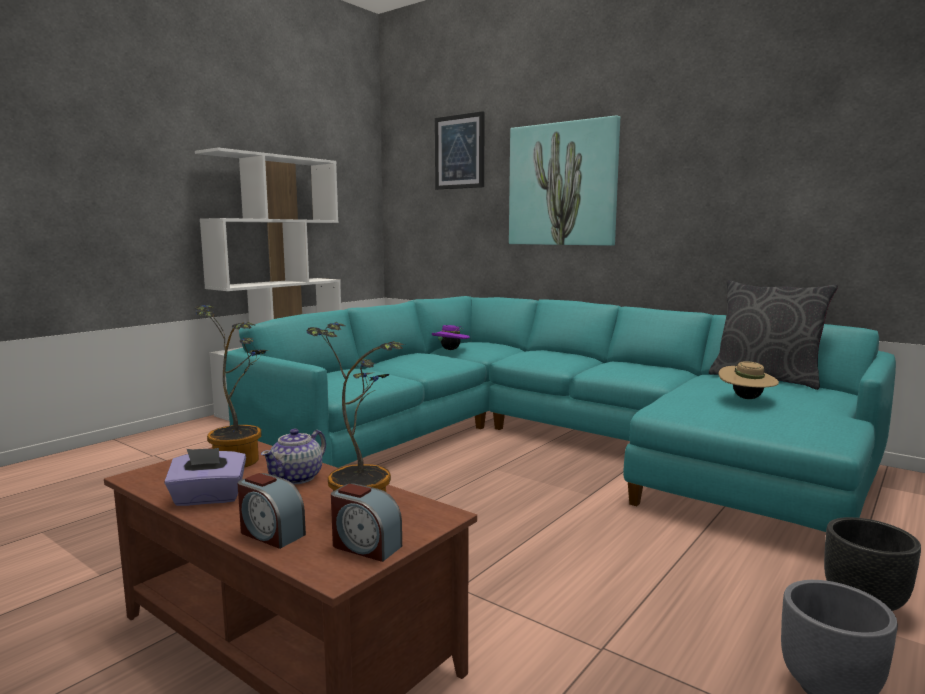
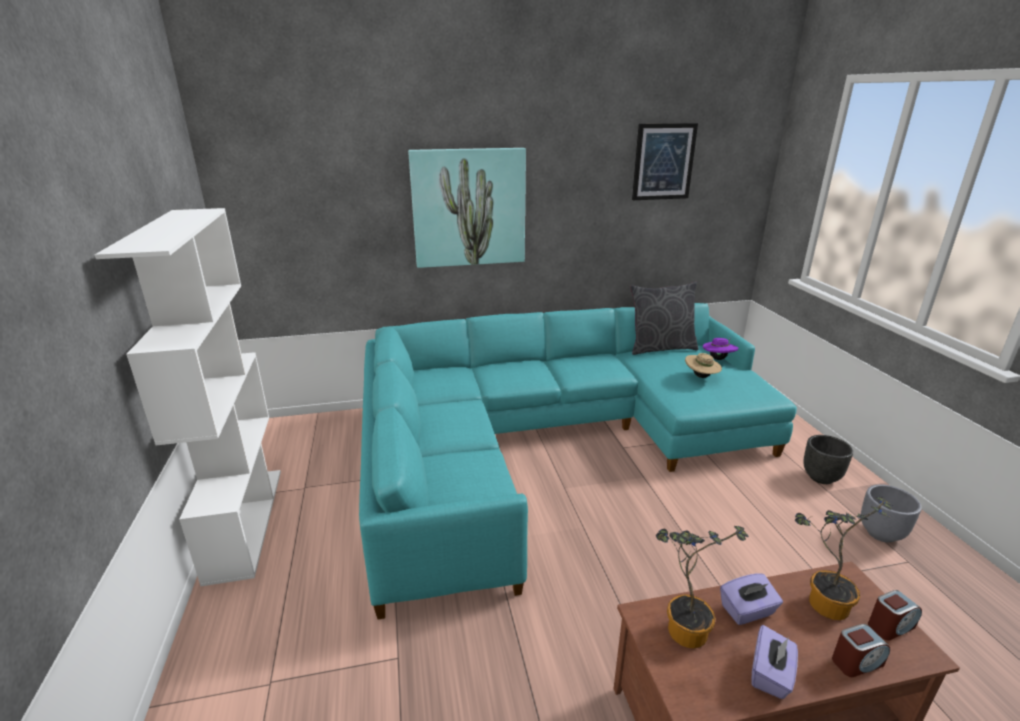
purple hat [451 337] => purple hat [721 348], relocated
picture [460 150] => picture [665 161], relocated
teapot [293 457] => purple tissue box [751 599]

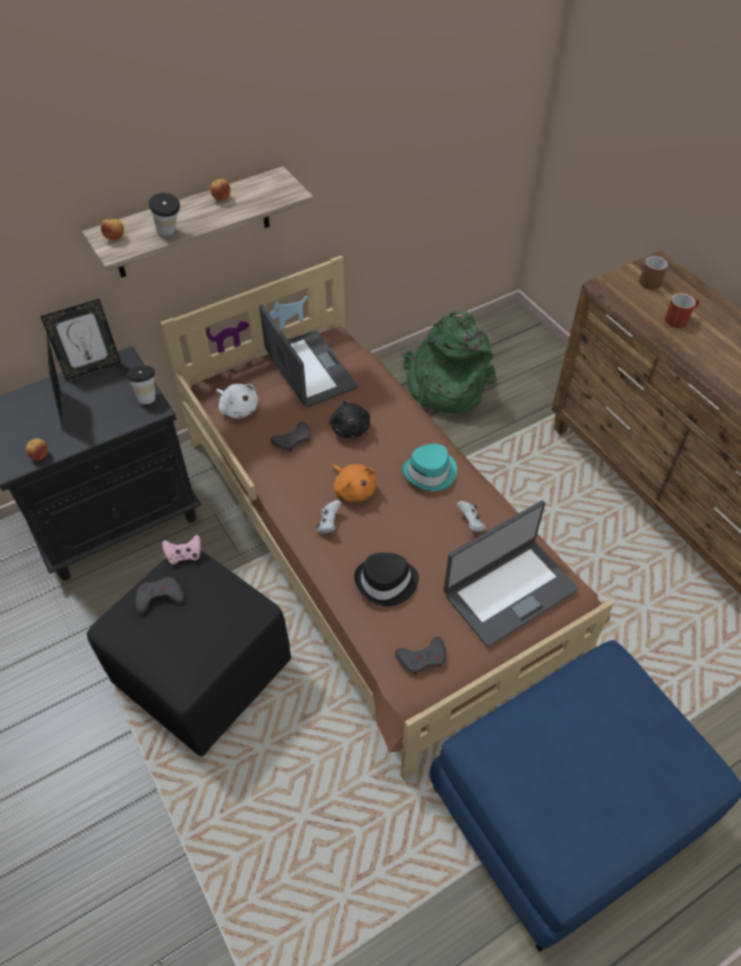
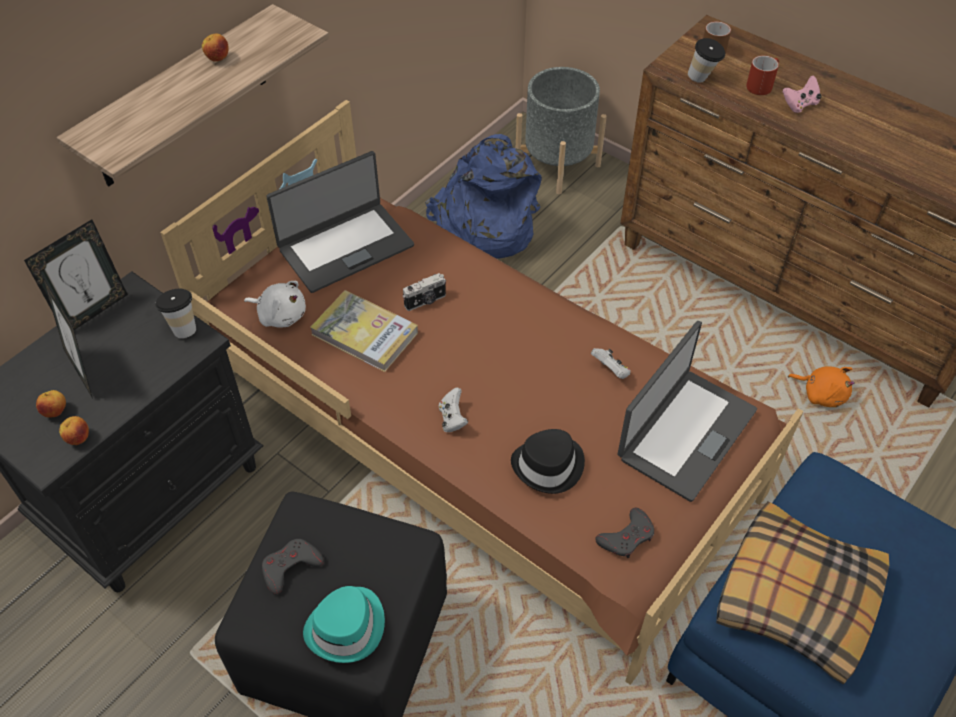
nothing => grey planter [561 130]
nothing => pillow [802 592]
apple [112 229] => apple [51 404], relocated
cup [164 214] => cup [706 60], relocated
pink game controller [181 549] => pink game controller [801 94], relocated
orange plush toy [355 483] => orange plush toy [821 386], relocated
turquoise hat [429 467] => turquoise hat [344 624], relocated
grey game controller [290 437] => book [364 331]
black plush toy [349 419] => photo camera [424 292]
green backpack [450 362] => blue backpack [483 196]
laptop [308 356] => laptop [340 222], 105 degrees clockwise

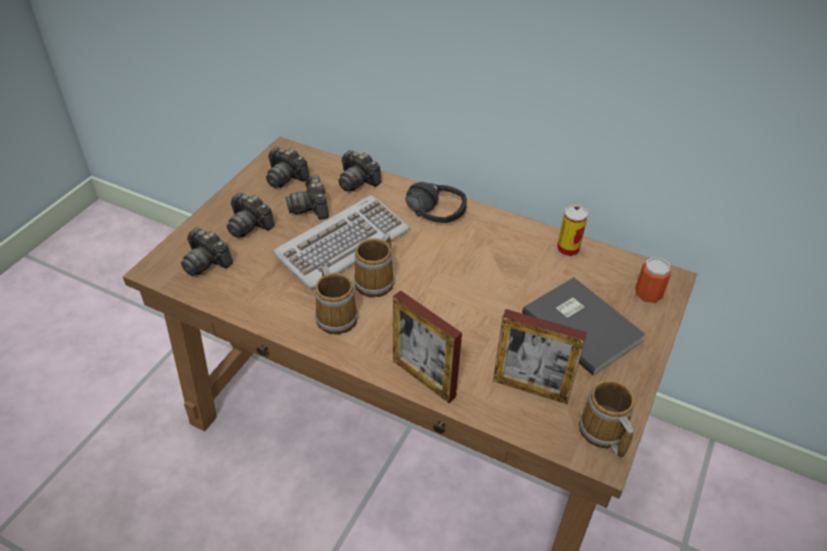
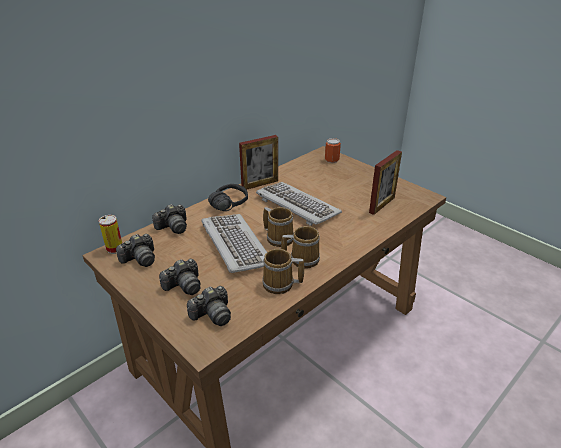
photo camera [307 197] => nothing
grey book [584 326] => nothing
nothing => keyboard [299 204]
picture frame [427 347] => picture frame [258 162], relocated
can [572 231] => can [110 234], relocated
mug [607 419] => mug [283 271], relocated

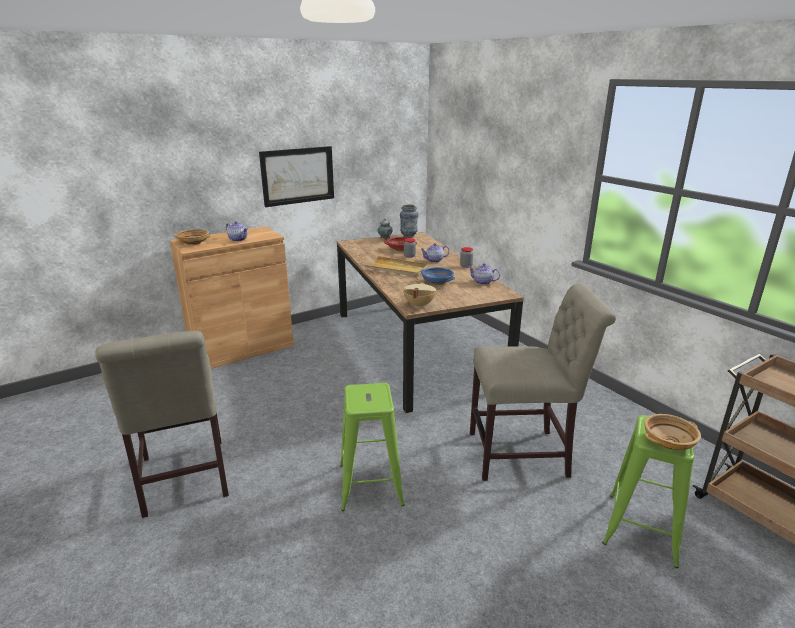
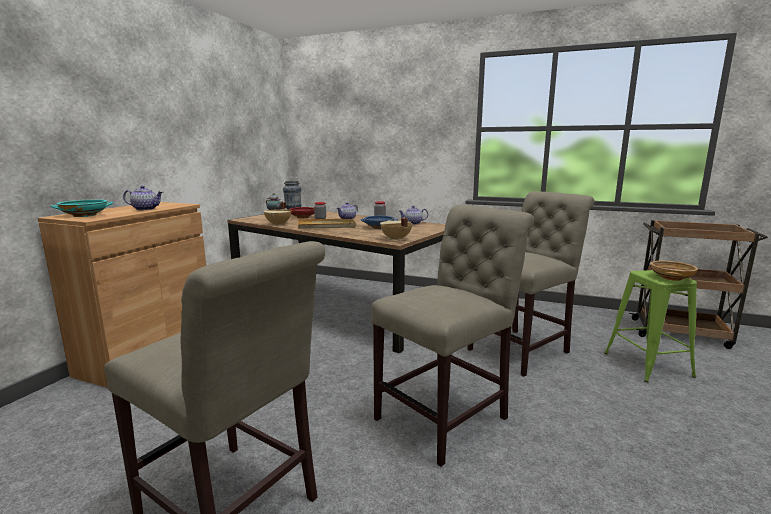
picture [296 176] => nothing
nothing => beige cooking pot [277 214]
green stool [372 447] => beige chair [452 336]
beige bowl [193 237] => turquoise bowl [82 208]

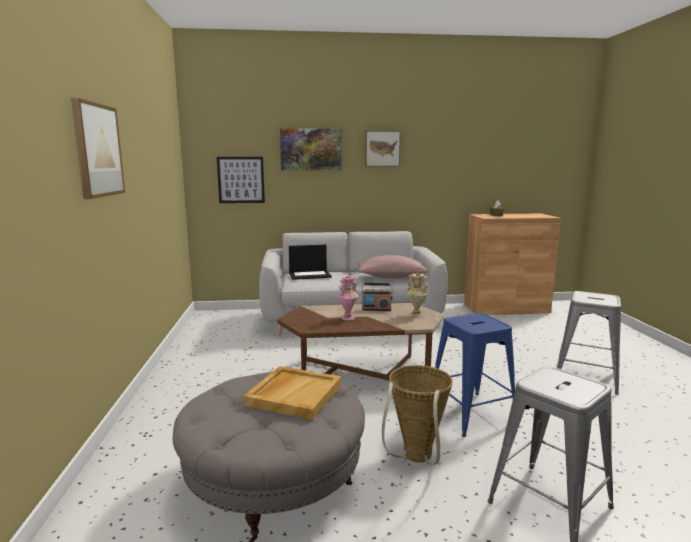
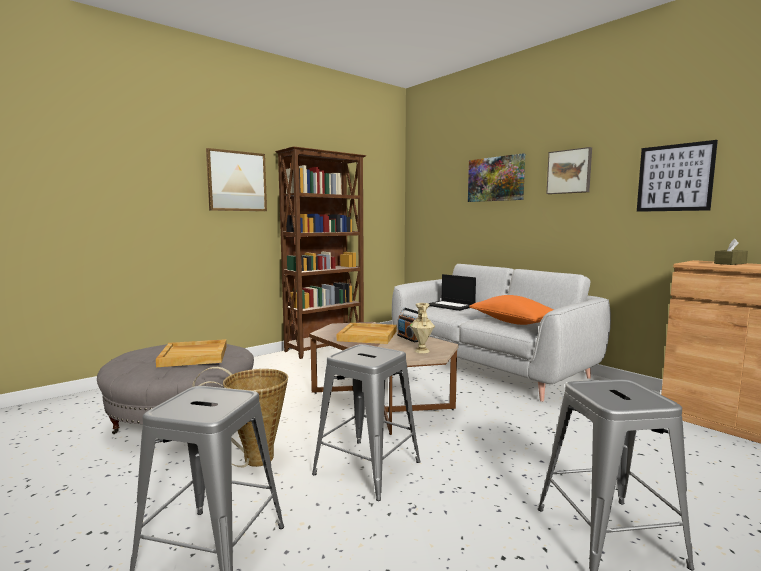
nothing => brown bookcase [321 252]
picture [241 180] => picture [677 176], relocated
pink vase [348 298] => beige tray [367 333]
pink pillow [392 266] => orange pillow [511 310]
blue stool [475 375] => grey stool [366 422]

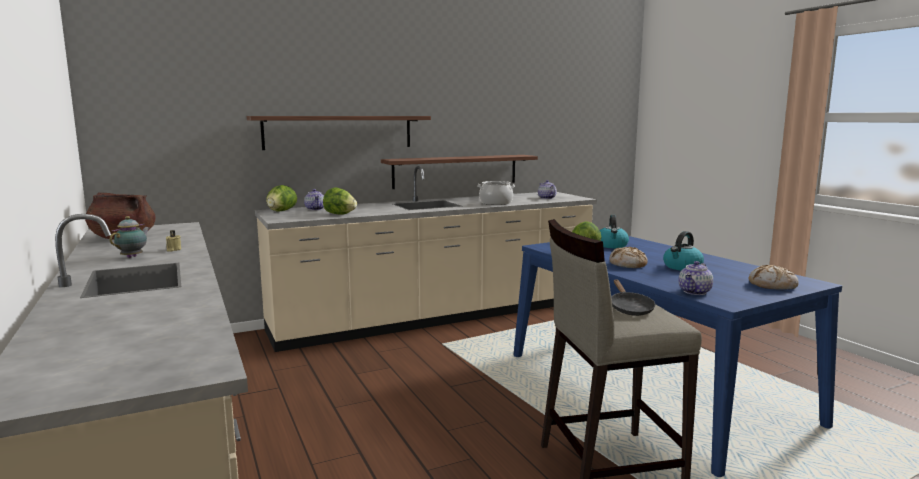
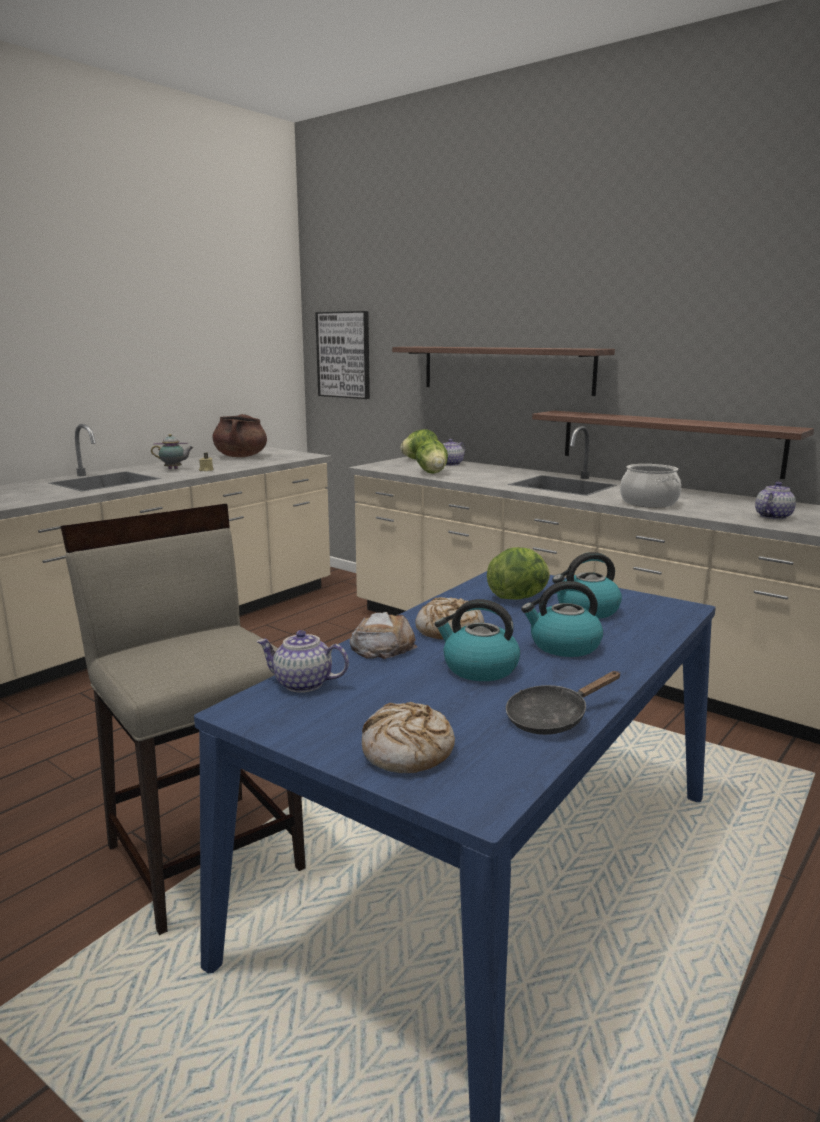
nothing => picture [342 355]
nothing => bread [383 635]
nothing => kettle [562 619]
black frying pan [633 297] => black frying pan [563 703], relocated

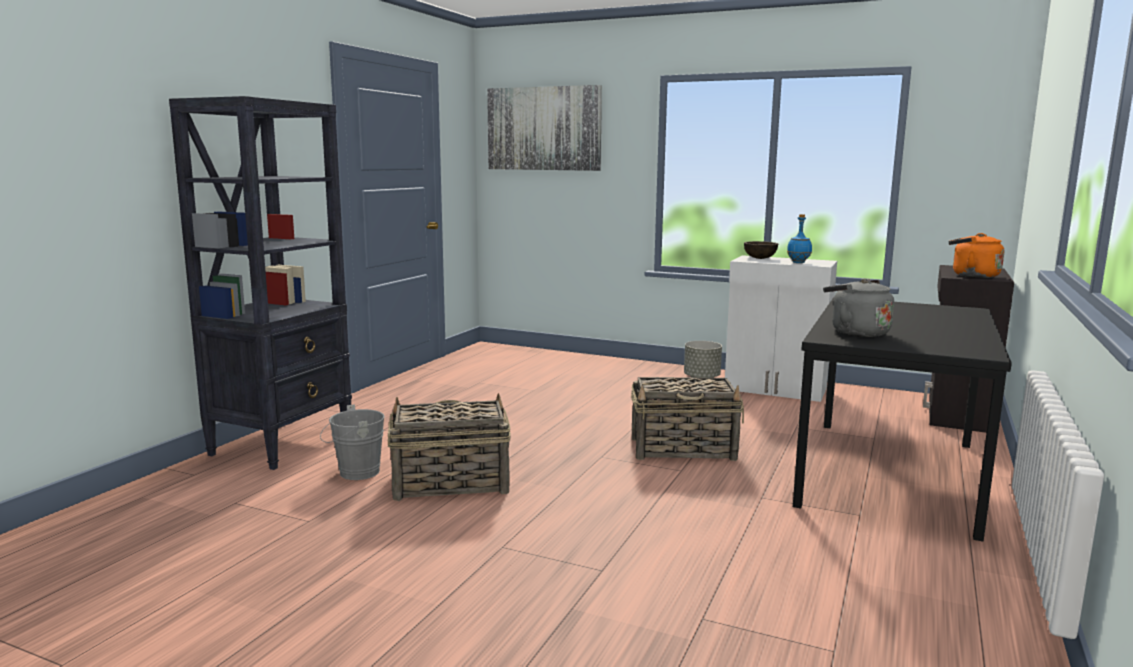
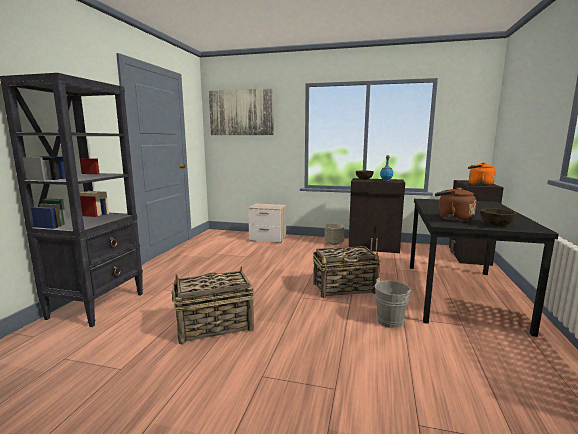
nothing => nightstand [267 223]
nothing => brown bowl [498 217]
grey bucket [352 442] => grey bucket [390 303], relocated
white cabinet [781 328] => black cabinet [377 215]
grey kettle [858 307] => brown kettle [455 204]

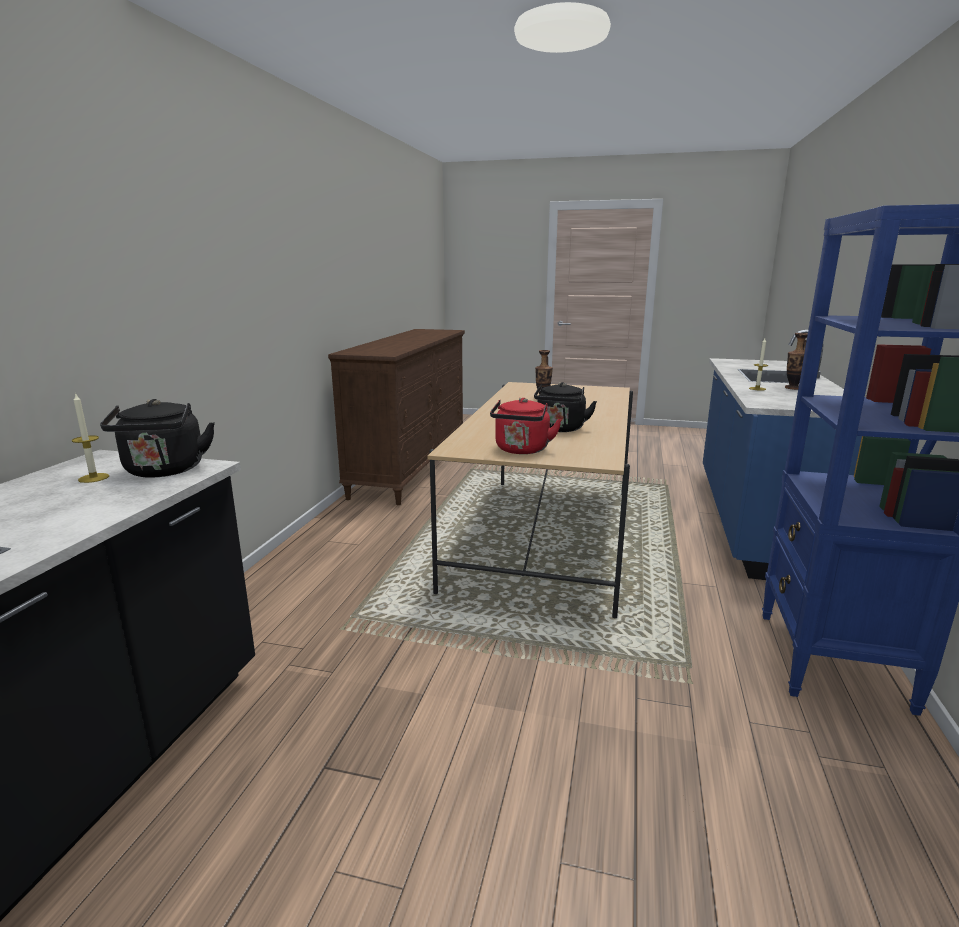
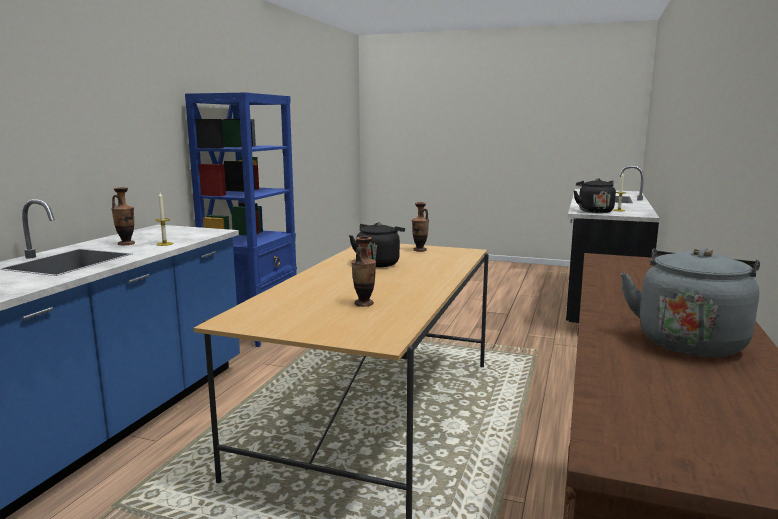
nothing => grey kettle [690 302]
red kettle [526 426] => vase [420 227]

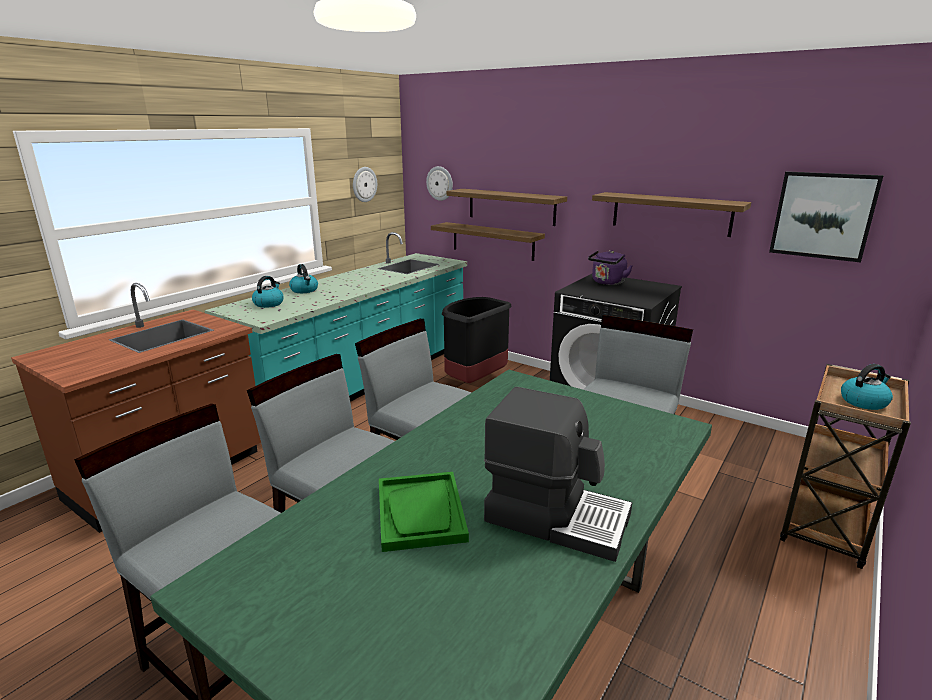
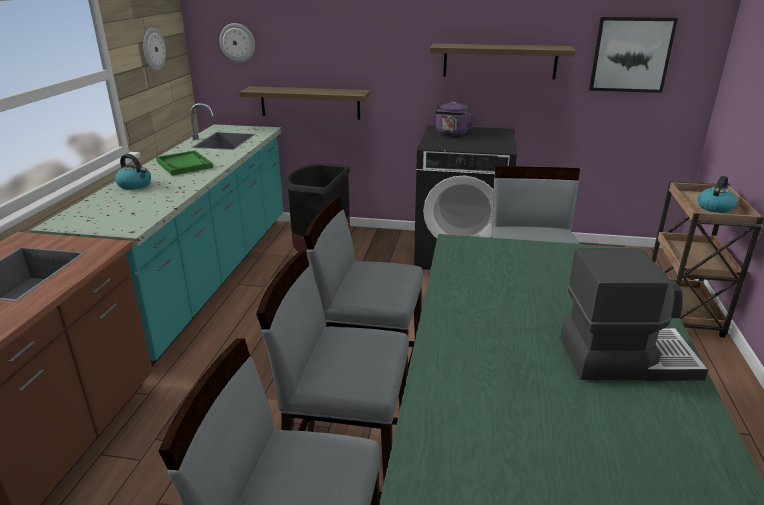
kettle [268 292] => nothing
shelf [506 207] => nothing
green tray [424 512] => green tray [184 163], relocated

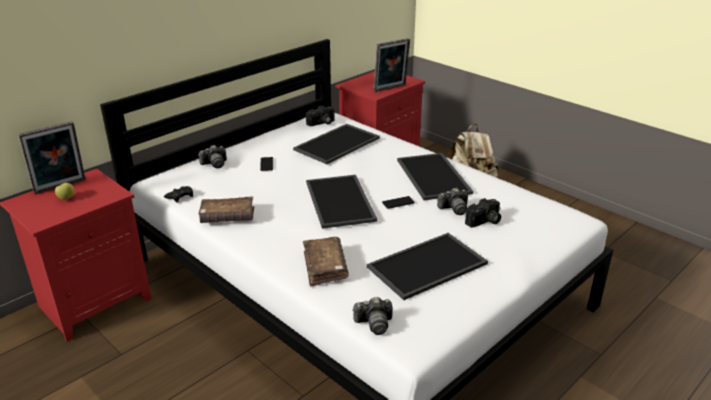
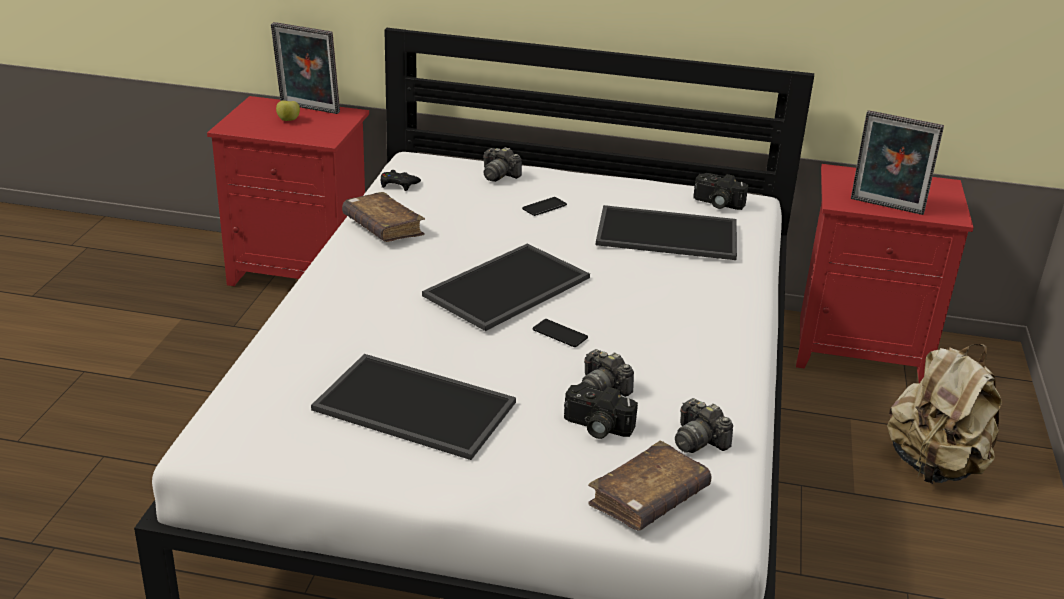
tray [435 176] => nothing
brown book [326 262] => brown book [649 486], relocated
photo camera [372 316] => photo camera [704 425], relocated

